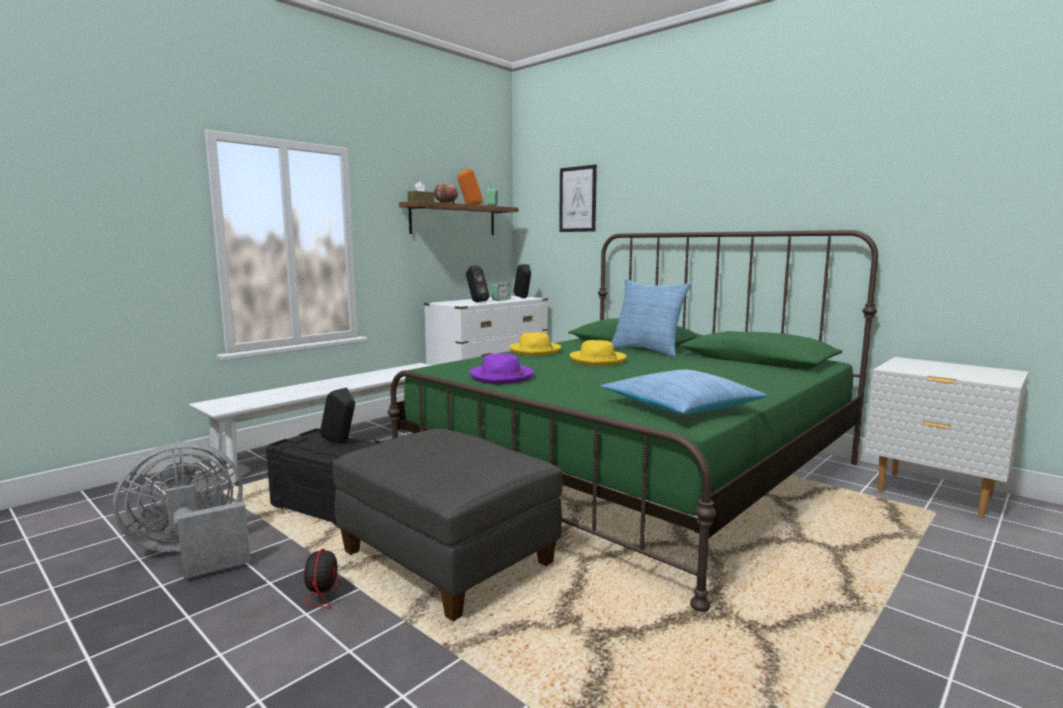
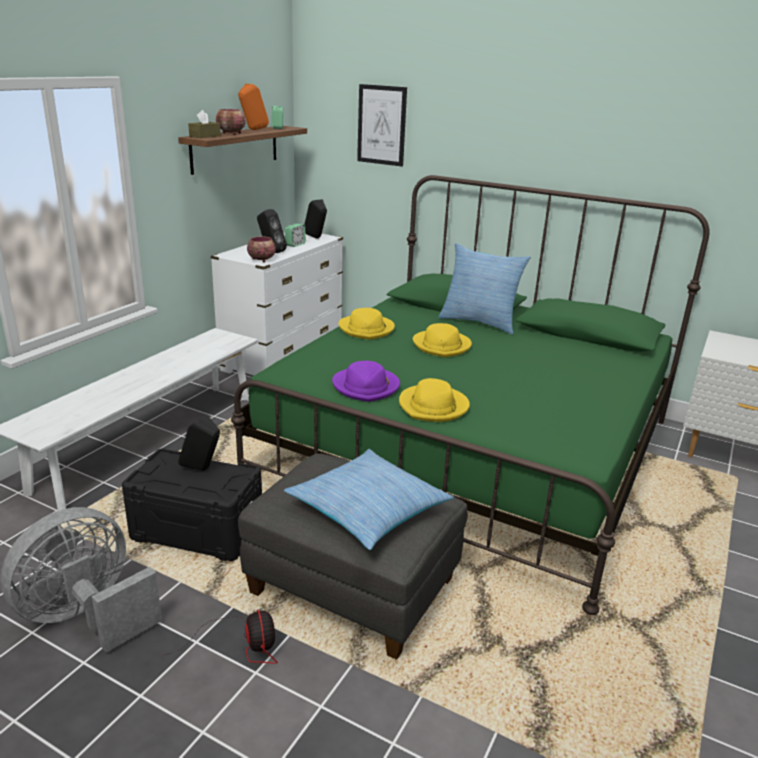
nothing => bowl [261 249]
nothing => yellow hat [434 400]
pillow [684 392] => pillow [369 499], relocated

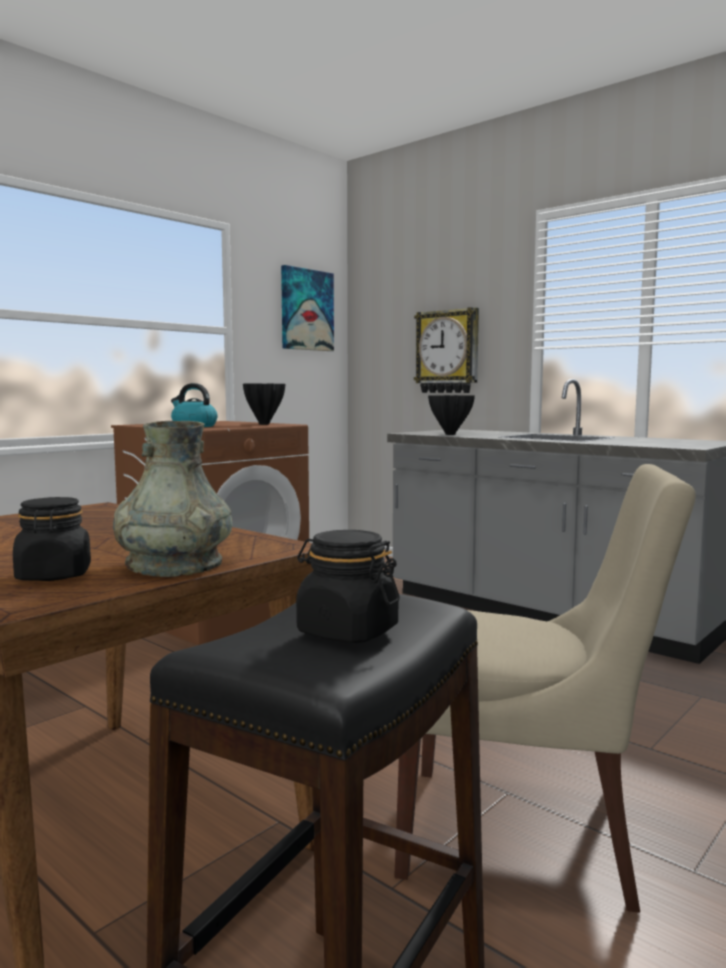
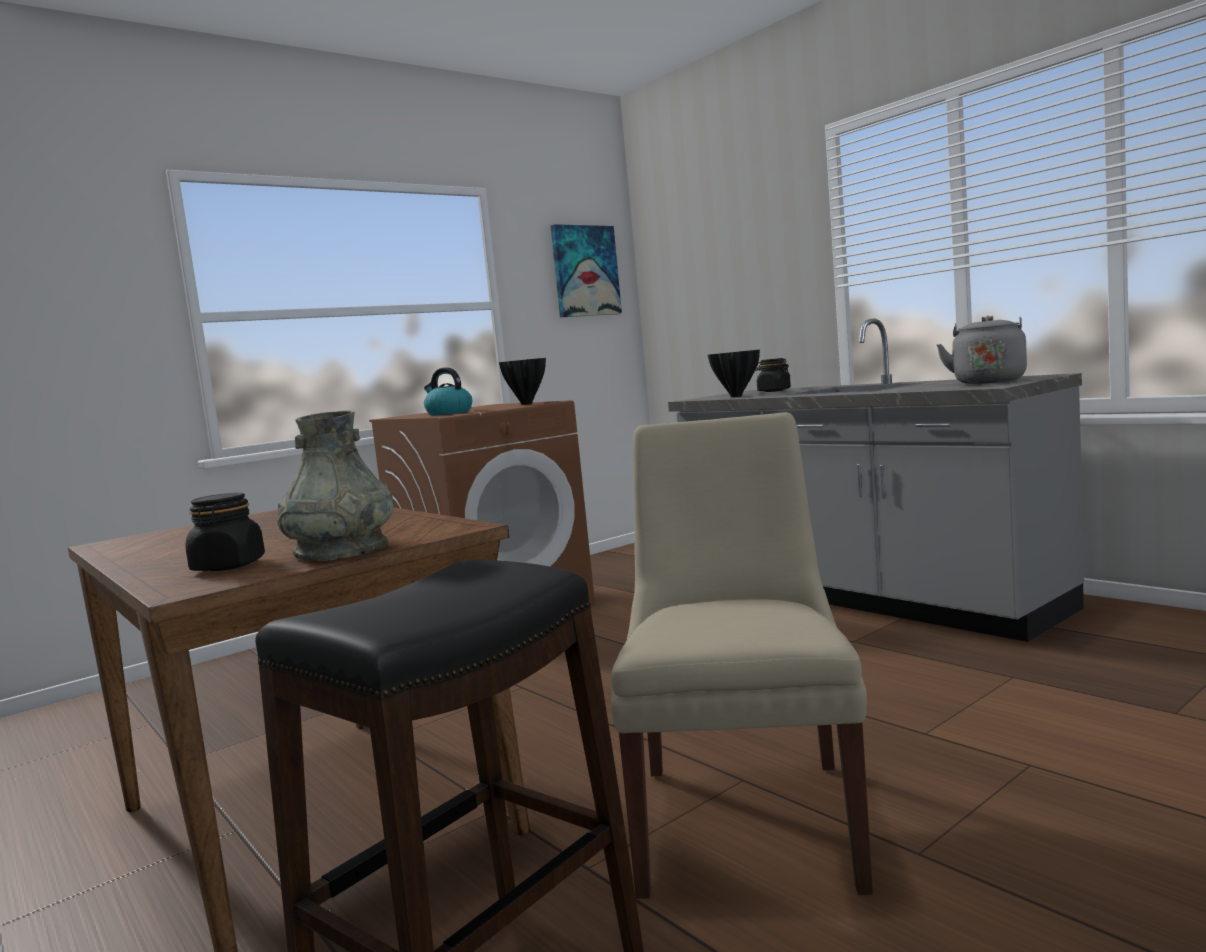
wall clock [446 350] => nothing
nothing => grey kettle [981 350]
black jar [348 586] => black jar [773 375], relocated
beige chair [545 688] => beige chair [742 655], 105 degrees counterclockwise

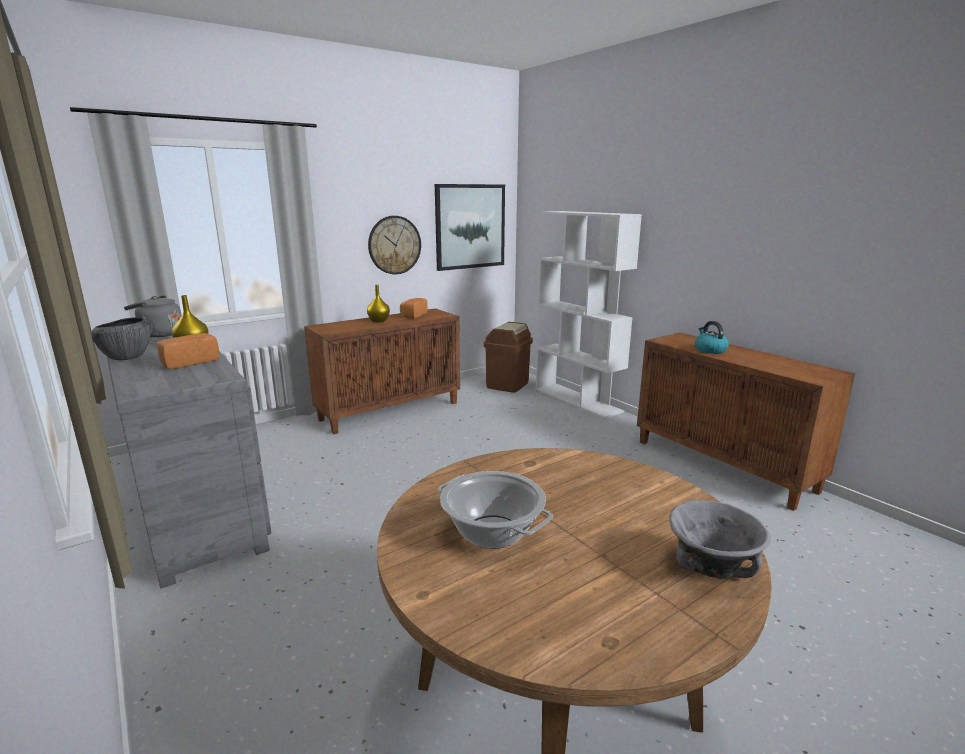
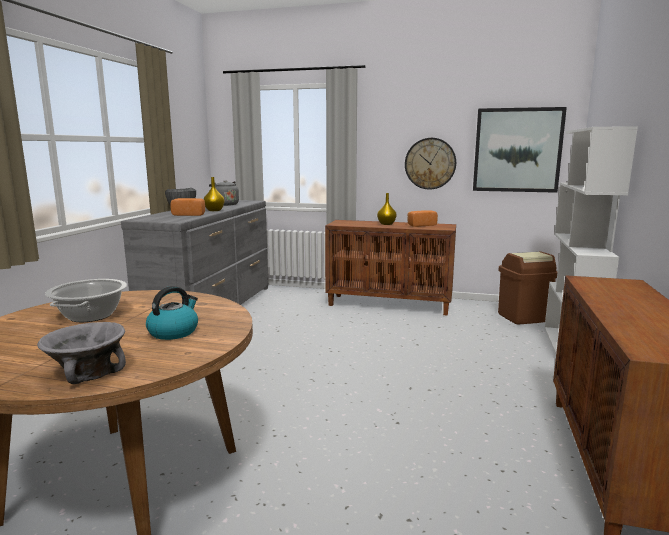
kettle [712 337] => kettle [172 313], relocated

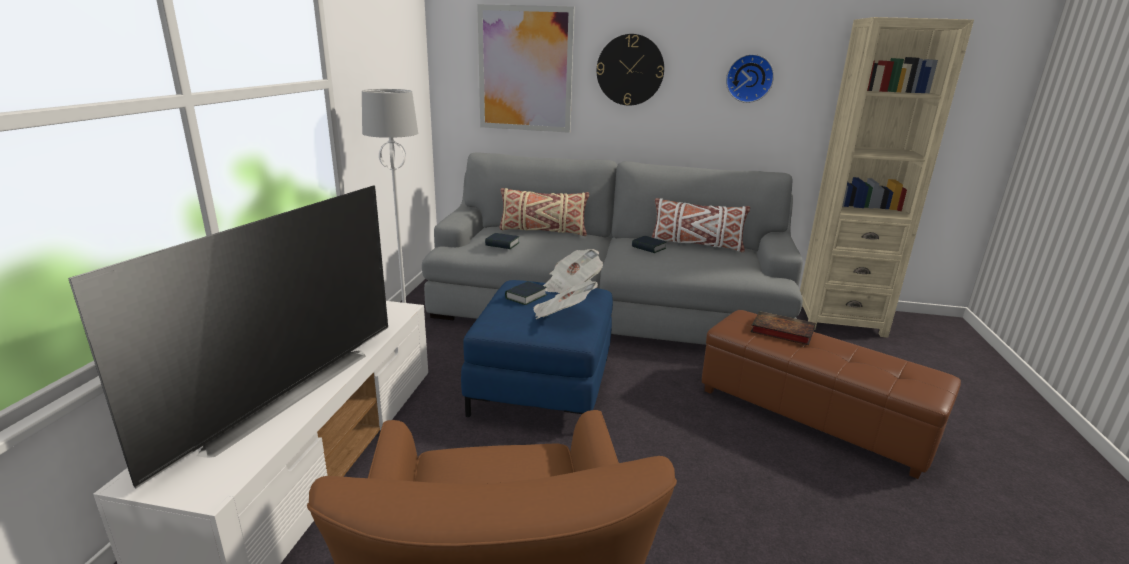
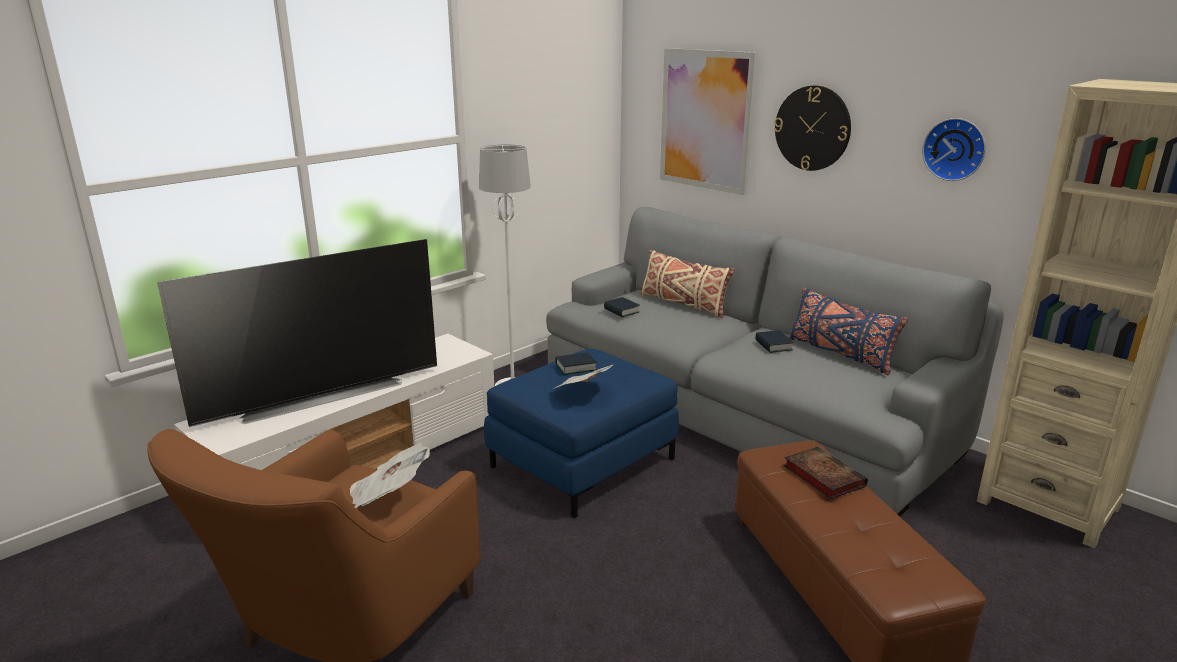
newspaper [573 271] => newspaper [390 475], relocated
white pillow [701 225] => blue pillow [848 331]

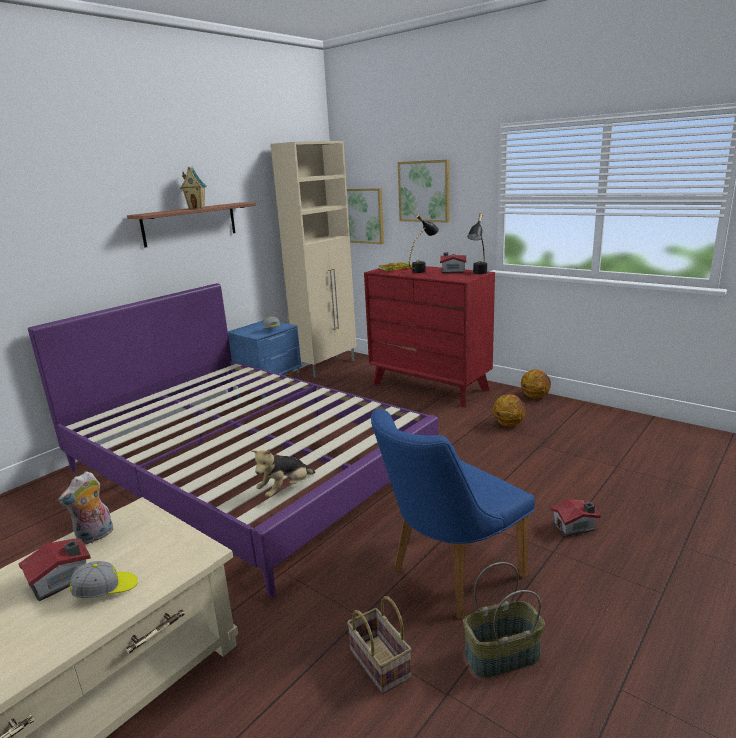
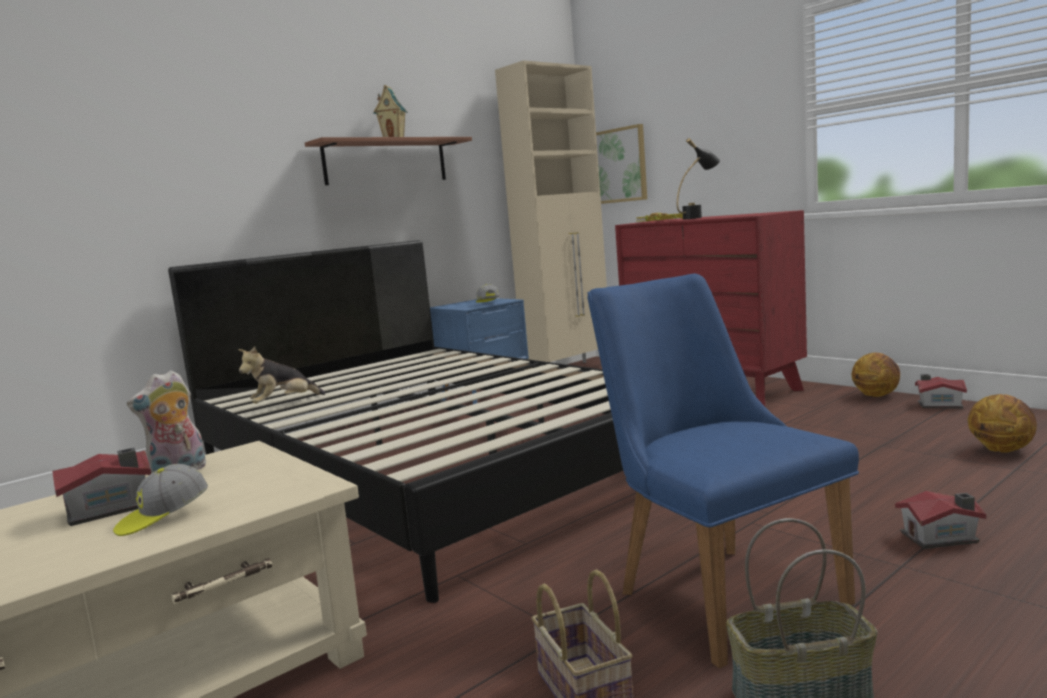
picture [424 191] => nothing
black table lamp [477 243] => nothing
plush toy [283 473] => plush toy [282 375], relocated
toy house [453 262] => toy house [941 391], relocated
basketball [509 410] => basketball [1002 423], relocated
purple bed [233 440] => black bed [395 421]
cap [104 579] => cap [160 500], 150 degrees clockwise
blue chair [453 514] => blue chair [723 471], 90 degrees clockwise

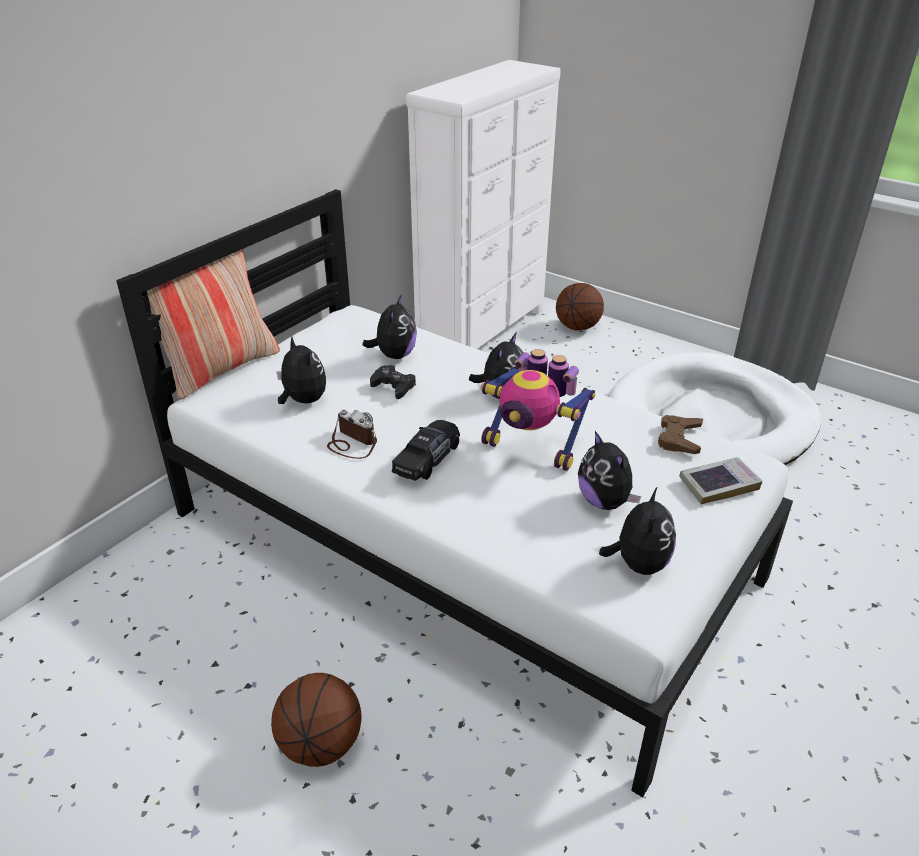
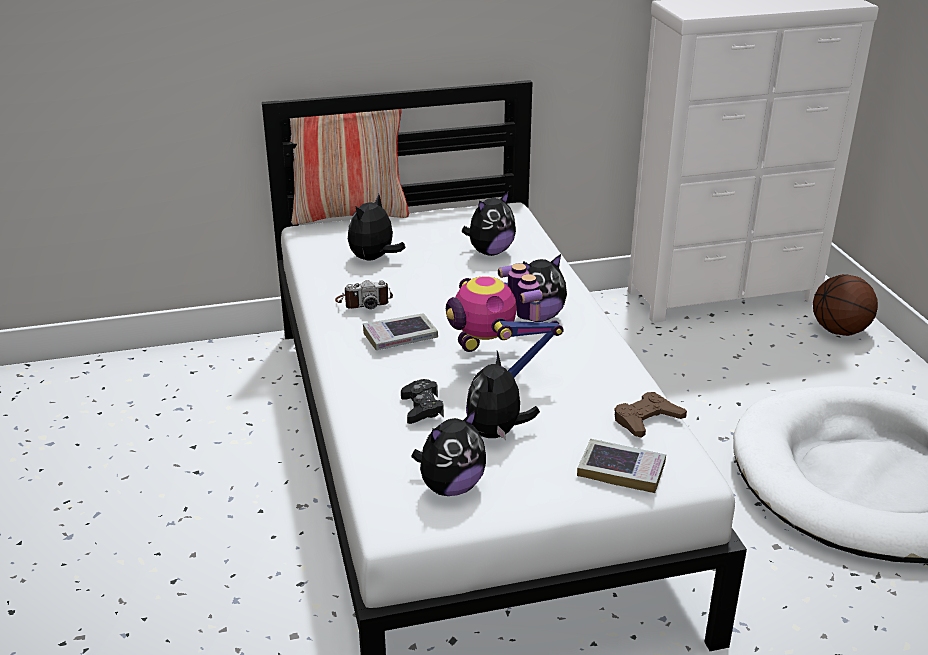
basketball [316 720] => nothing
black game controller [393 382] => black game controller [422 401], relocated
black toy car [426 450] => book [400 331]
plush toy [301 370] => plush toy [377 227], 150 degrees counterclockwise
photo camera [352 434] => photo camera [364 294], 90 degrees clockwise

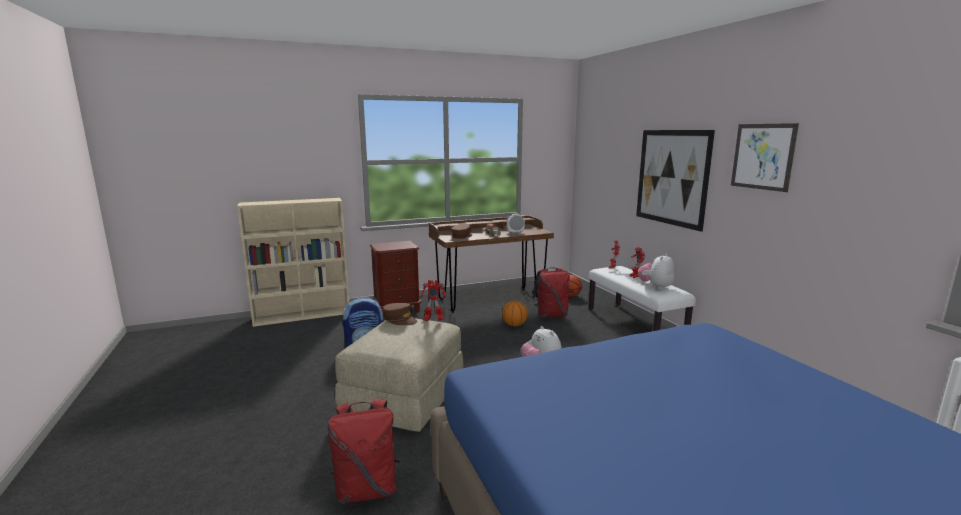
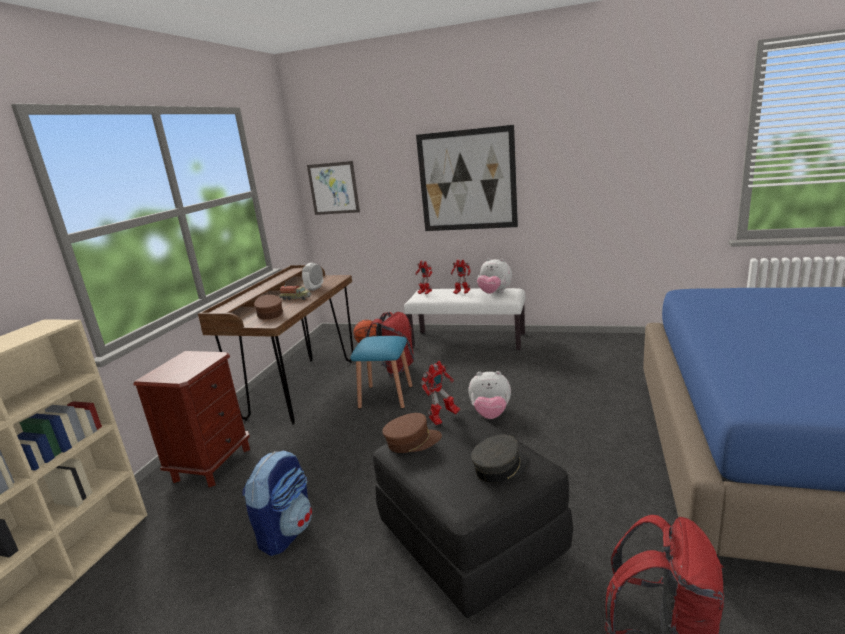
nothing => grey cap [500 459]
picture [765 157] => picture [333 188], relocated
basketball [515 313] => blue stool [381 372]
beige ottoman [399 375] => black ottoman [473 514]
plush toy [656 272] => plush toy [494 276], 45 degrees counterclockwise

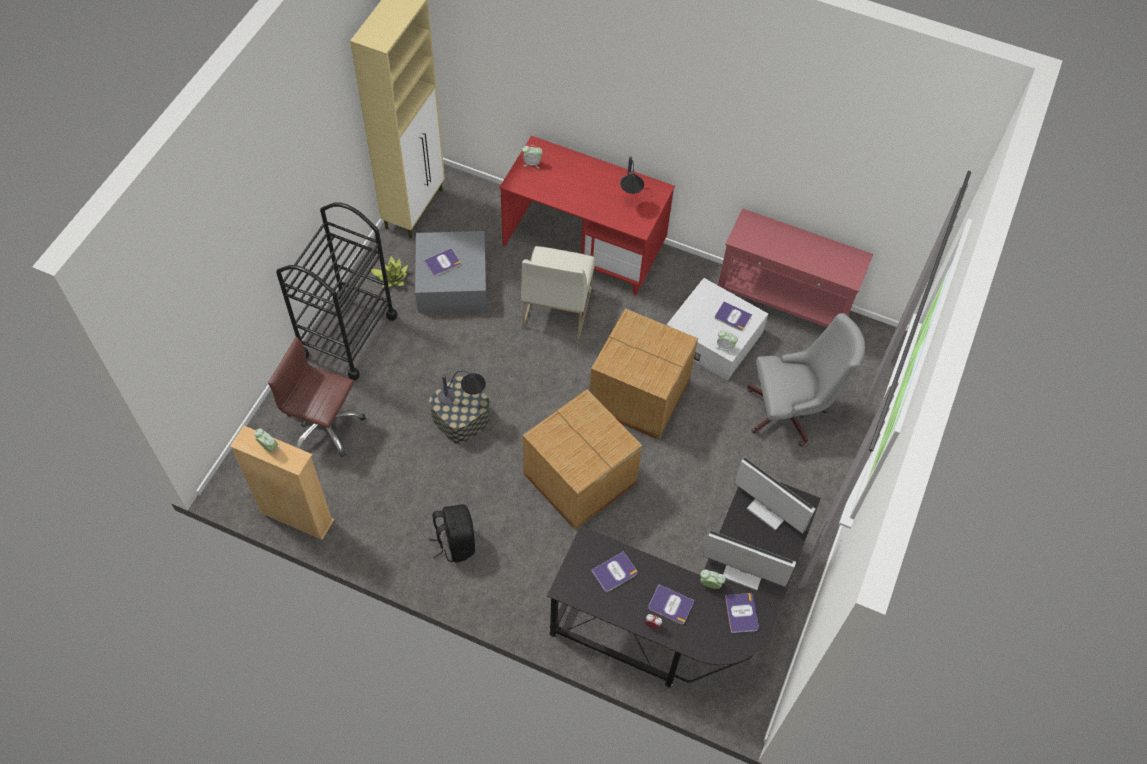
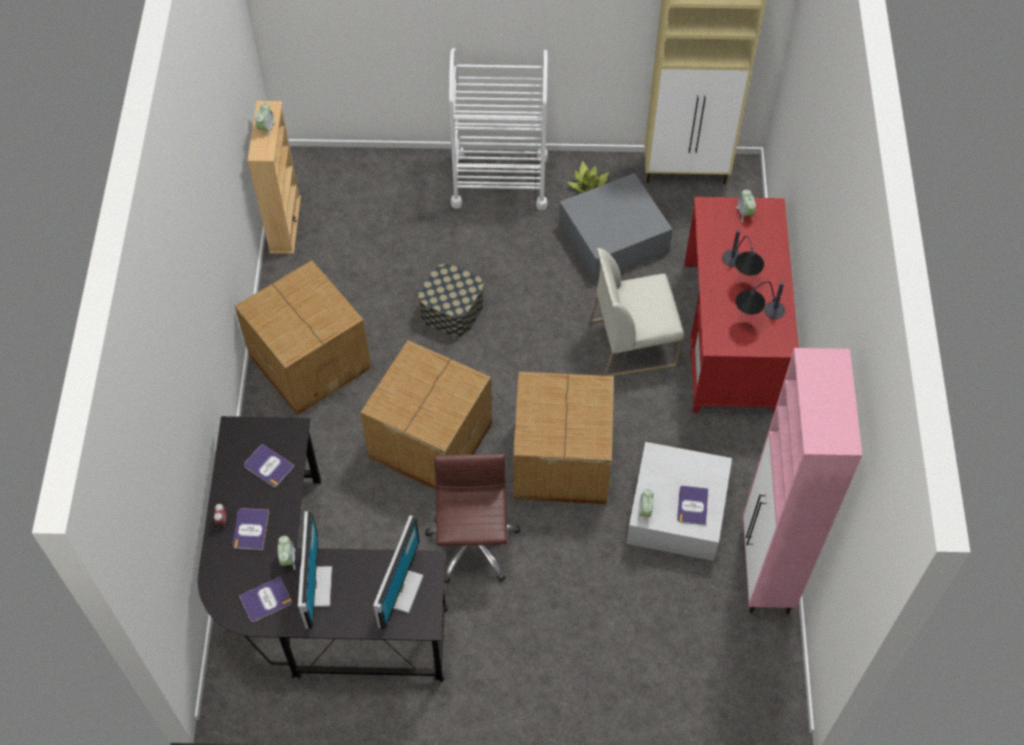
book [442 262] => nothing
grey office chair [806 380] => nothing
brown office chair [316 397] => brown office chair [473 519], relocated
table lamp [462 387] => table lamp [743 253], relocated
black backpack [452 533] => cardboard box [303 337]
red console table [795 267] => pink cabinet [802 481]
black cart [336 291] => white cart [498 129]

